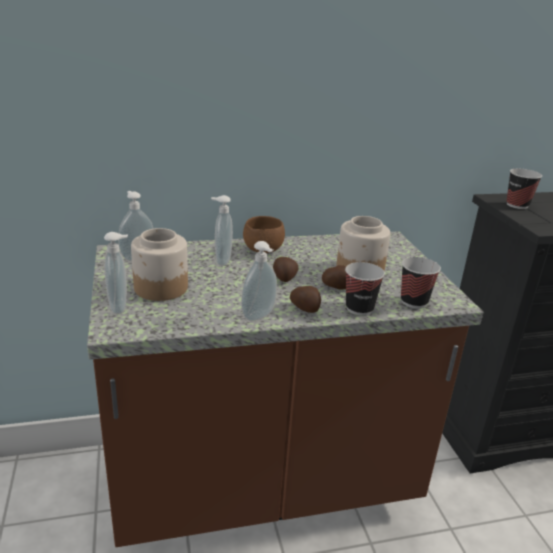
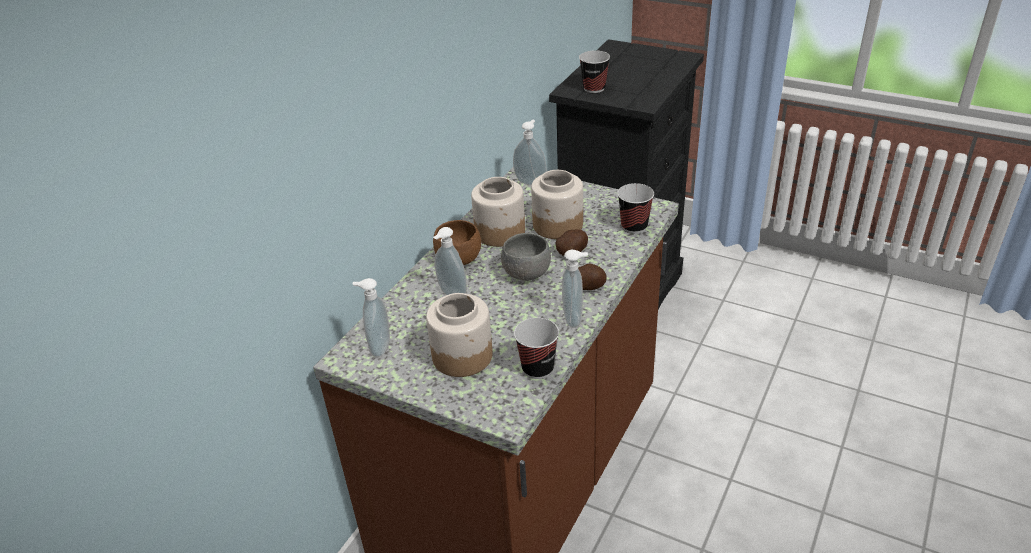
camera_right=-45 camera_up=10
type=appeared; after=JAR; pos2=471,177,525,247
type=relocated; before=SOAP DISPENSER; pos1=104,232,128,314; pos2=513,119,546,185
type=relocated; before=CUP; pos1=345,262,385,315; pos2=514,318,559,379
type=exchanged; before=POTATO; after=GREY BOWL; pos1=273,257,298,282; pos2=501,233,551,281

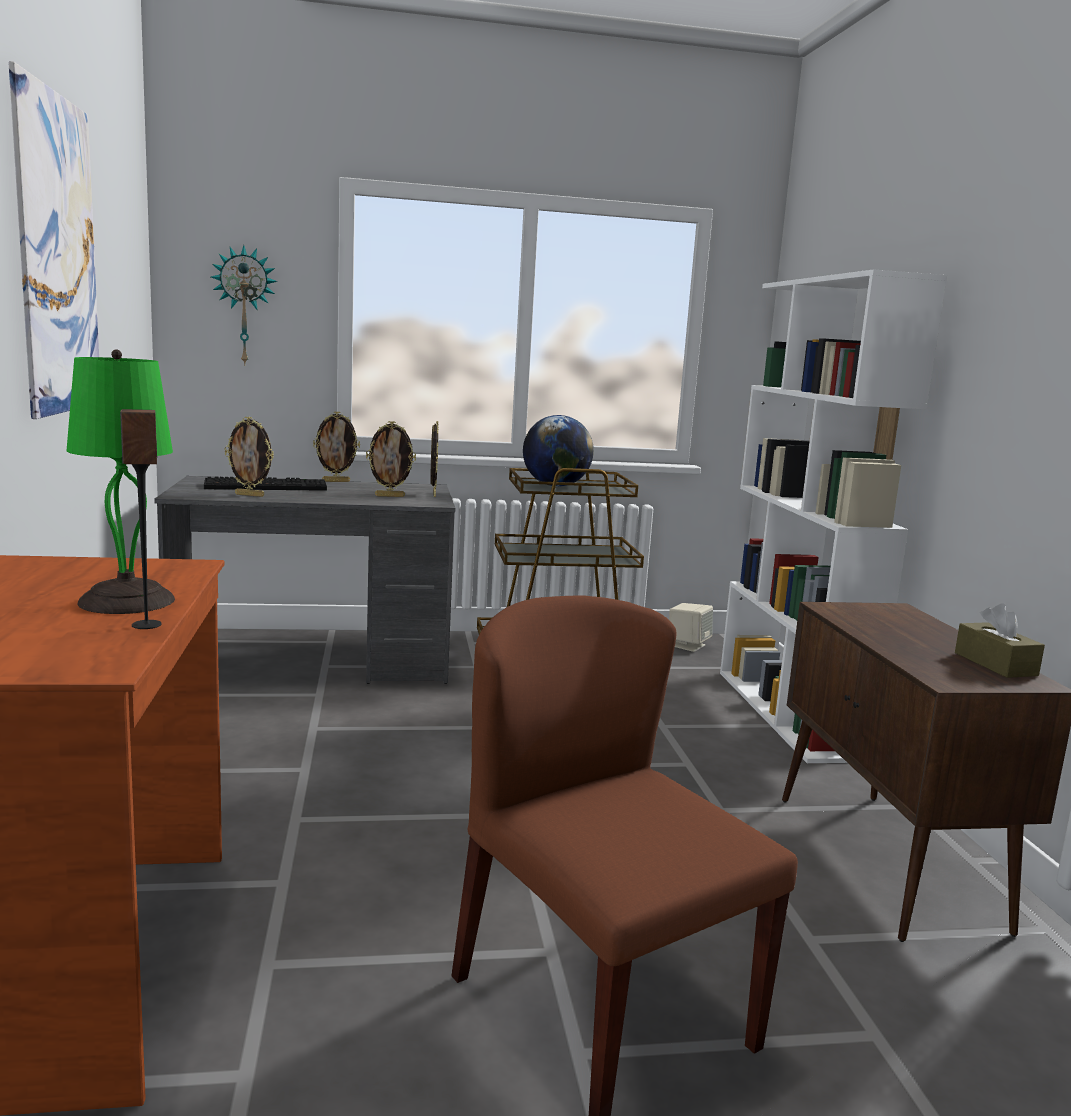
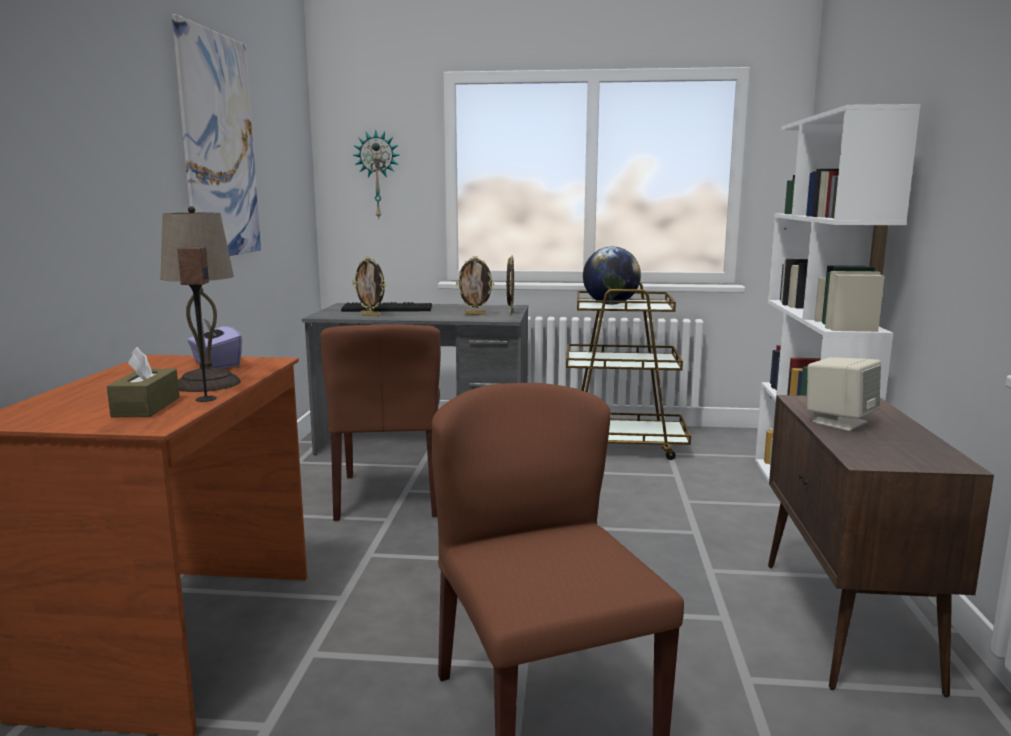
camera_right=15 camera_up=0
type=missing; before=PICTURE FRAME; pos1=313,412,360,482
type=appeared; after=PURPLE TISSUE BOX; pos2=187,318,242,368
type=appeared; after=BROWN CHAIR; pos2=320,324,441,521
type=relocated; before=BEIGE SPEAKER; pos1=669,603,713,652; pos2=807,357,881,431
type=relocated; before=BROWN TISSUE BOX; pos1=955,603,1045,678; pos2=107,347,180,417
type=colour; before=GREEN TABLE LAMP; after=BEIGE TABLE LAMP; pos1=66,349,175,614; pos2=160,206,241,392

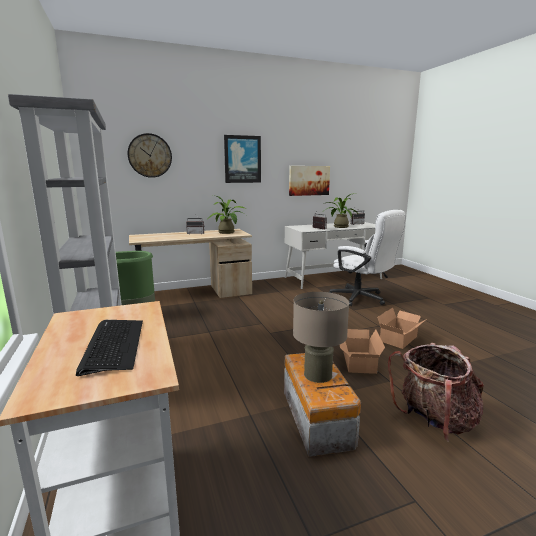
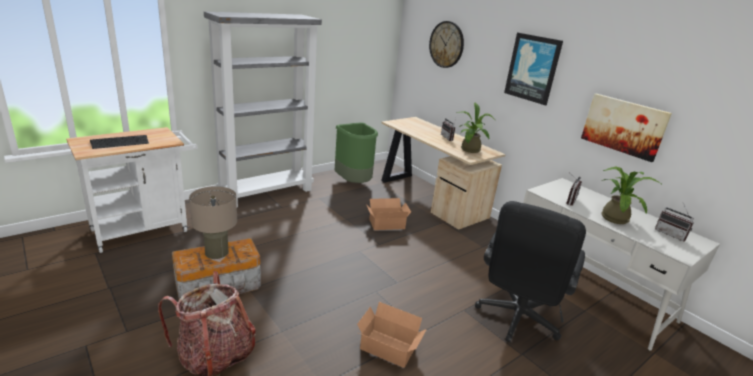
camera_right=70 camera_up=10
type=relocated; before=CARDBOARD BOX; pos1=340,329,385,374; pos2=366,198,411,230
type=colour; before=WHITE OFFICE CHAIR; after=BLACK OFFICE CHAIR; pos1=329,210,406,306; pos2=475,201,586,342

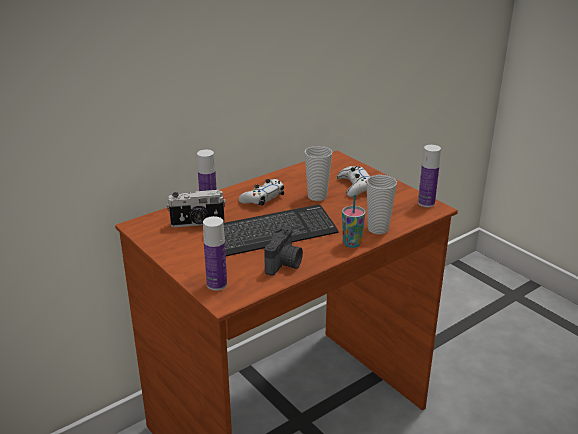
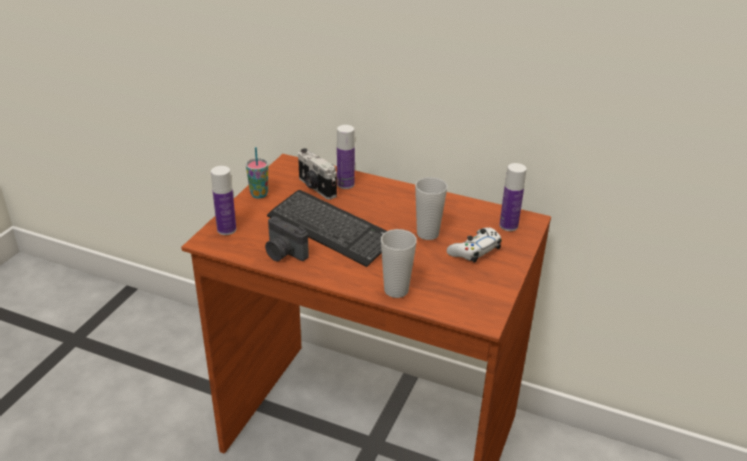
camera_right=60 camera_up=5
type=missing; before=WHITE GAME CONTROLLER; pos1=239,179,284,206
type=relocated; before=CUP; pos1=342,194,365,248; pos2=246,147,268,198
type=relocated; before=BOTTLE; pos1=418,145,441,207; pos2=499,163,527,231
type=spun; before=PHOTO CAMERA; pos1=264,227,303,276; pos2=265,217,309,261; turn=45

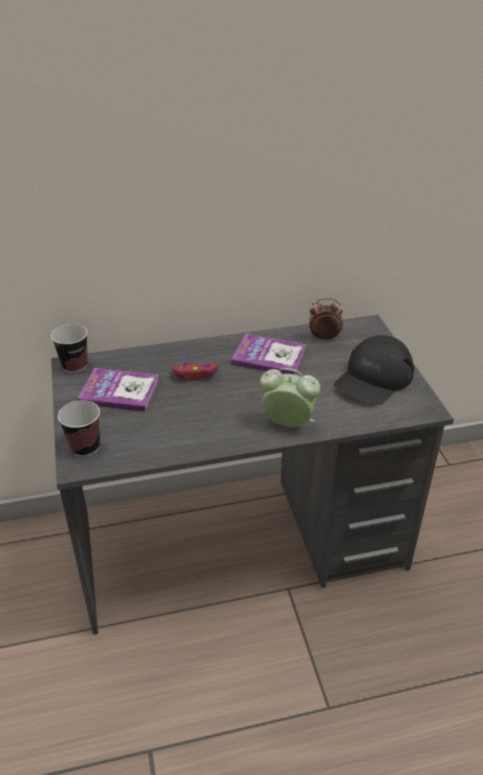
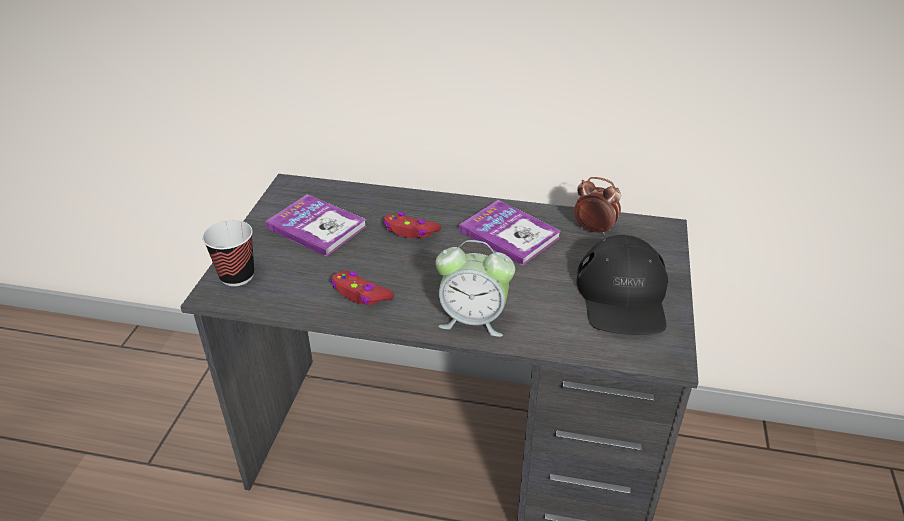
camera_right=25 camera_up=0
type=missing; before=CUP; pos1=51,324,88,373
type=appeared; after=RED GAME CONTROLLER; pos2=330,270,395,305
type=spun; before=ALARM CLOCK; pos1=260,368,320,427; pos2=435,240,515,337; turn=150
type=spun; before=BLACK CAP; pos1=334,335,414,405; pos2=576,235,668,335; turn=-60

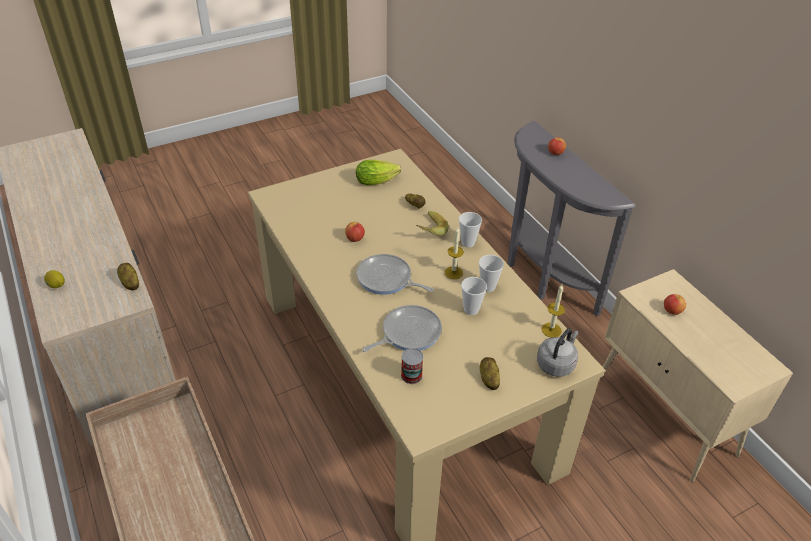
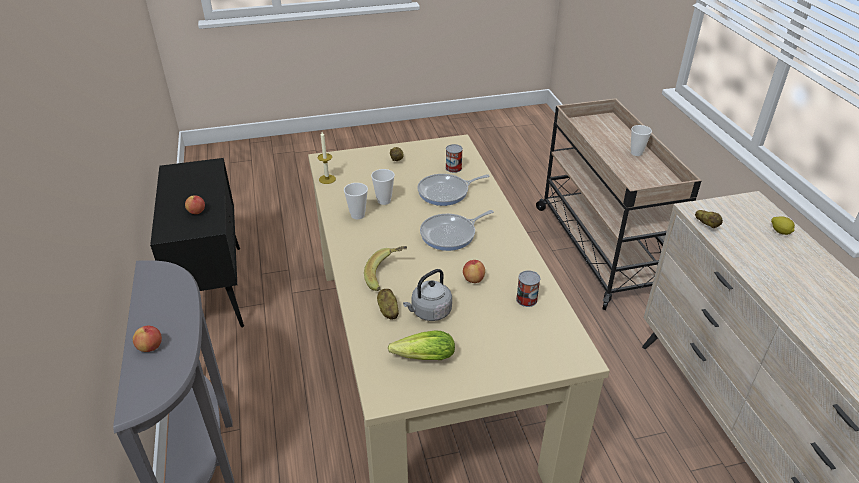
camera_right=-165 camera_up=-5
type=missing; before=CANDLE; pos1=445,227,464,279
type=appeared; after=CAN; pos2=516,270,540,307
type=relocated; before=CUP; pos1=459,212,482,248; pos2=631,125,652,156
type=relocated; before=GREY KETTLE; pos1=537,328,579,377; pos2=403,269,452,321
type=colour; before=BEIGE CABINET; after=BLACK CABINET; pos1=599,269,793,482; pos2=150,158,244,327
type=spun; before=FRYING PAN; pos1=356,254,434,295; pos2=420,210,494,251; turn=105

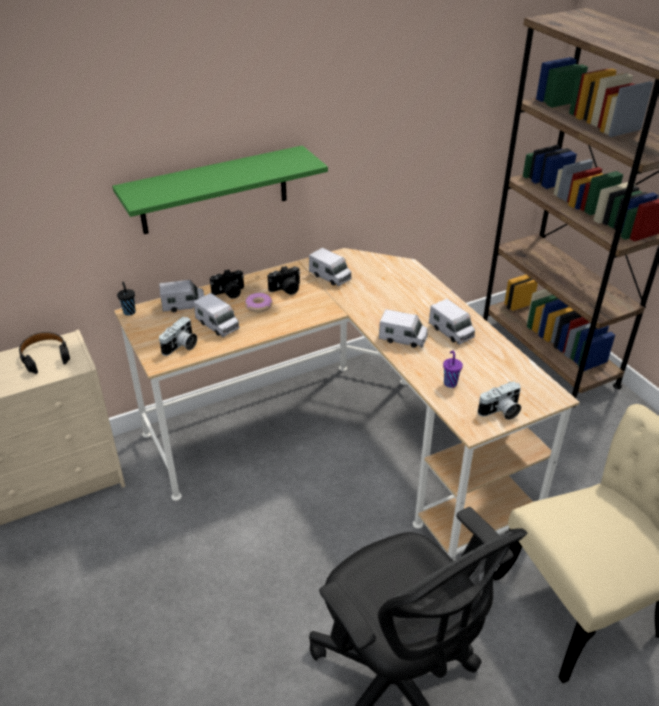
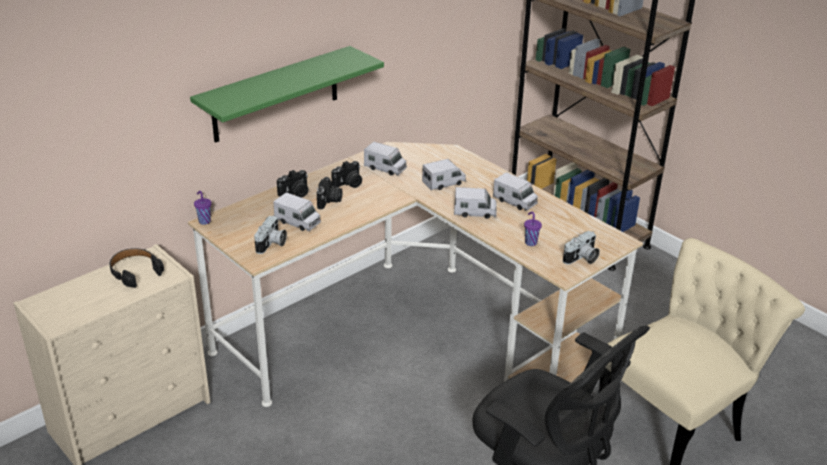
camera_right=-15 camera_up=-5
type=relocated; before=TOY TRUCK; pos1=159,280,205,313; pos2=422,159,466,191
type=exchanged; before=DONUT; after=PHOTO CAMERA; pos1=245,293,272,312; pos2=316,177,342,209
type=colour; before=BLACK CUP; after=PURPLE CUP; pos1=117,282,136,316; pos2=194,191,211,225

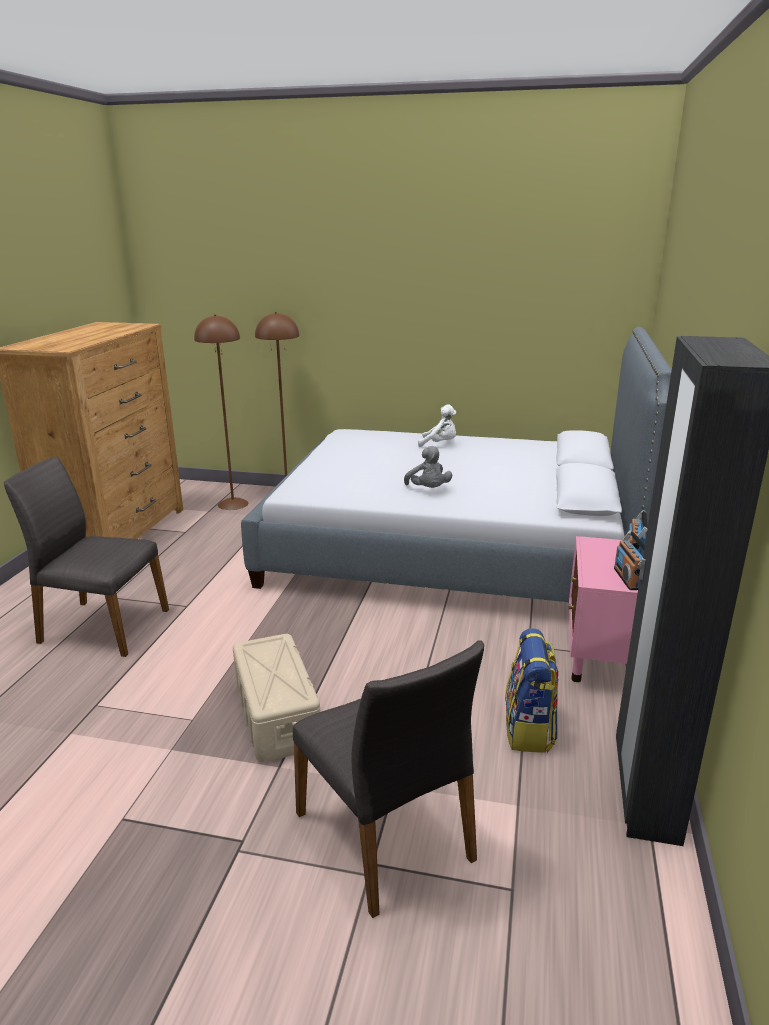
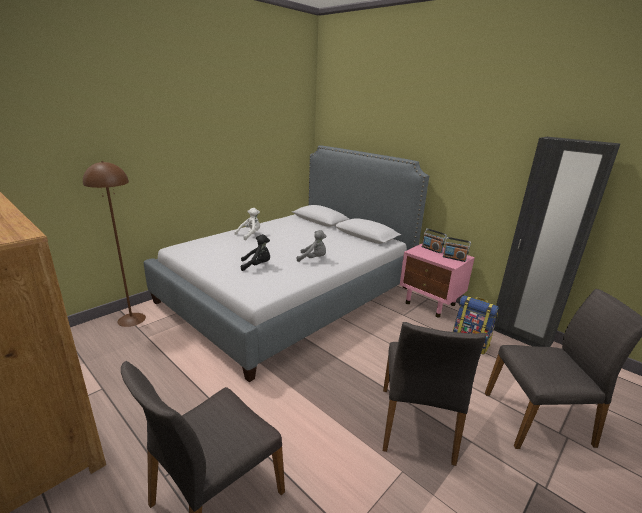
camera_right=-60 camera_up=0
type=missing; before=BROWN FLOOR LAMP; pos1=194,314,249,510
type=appeared; after=BLACK PLUSH TOY; pos2=241,234,270,271
type=exchanged; before=BEIGE STORAGE BOX; after=GREY CHAIR; pos1=233,634,320,762; pos2=383,322,486,466

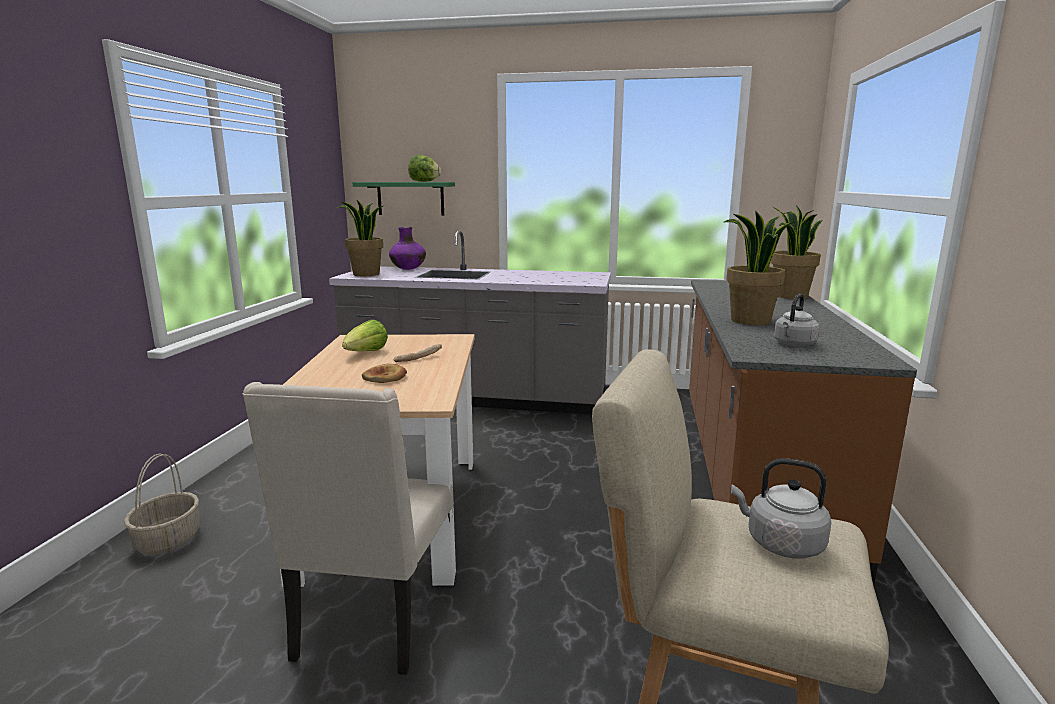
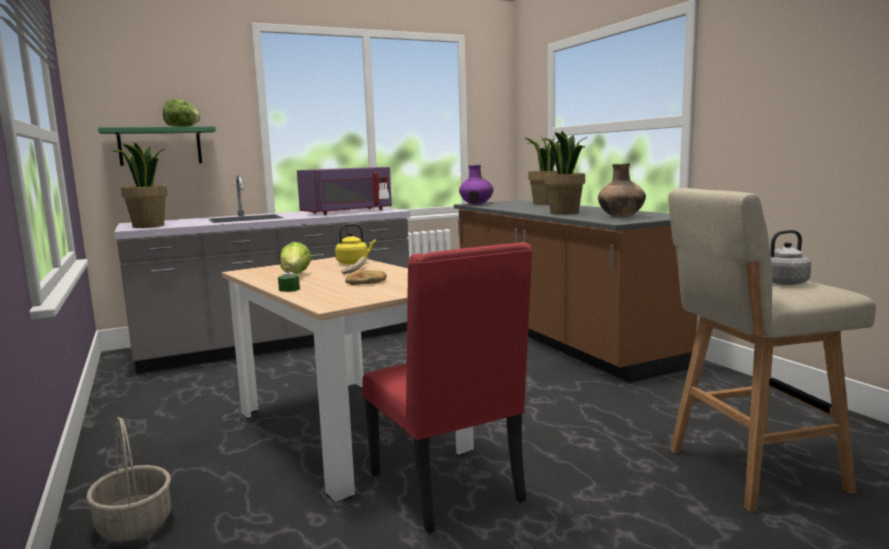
camera_right=-35 camera_up=-5
type=appeared; after=GREEN CANDLE; pos2=278,266,300,292
type=appeared; after=PURPLE MICROWAVE; pos2=297,167,392,215
type=appeared; after=YELLOW KETTLE; pos2=335,224,376,264
type=relocated; before=PURPLE VASE; pos1=389,227,426,270; pos2=459,165,494,205
type=exchanged; before=GREY KETTLE; after=BROWN VASE; pos1=774,294,819,347; pos2=598,163,646,217
type=colour; before=BEIGE CHAIR; after=RED CHAIR; pos1=243,382,454,675; pos2=362,242,533,533

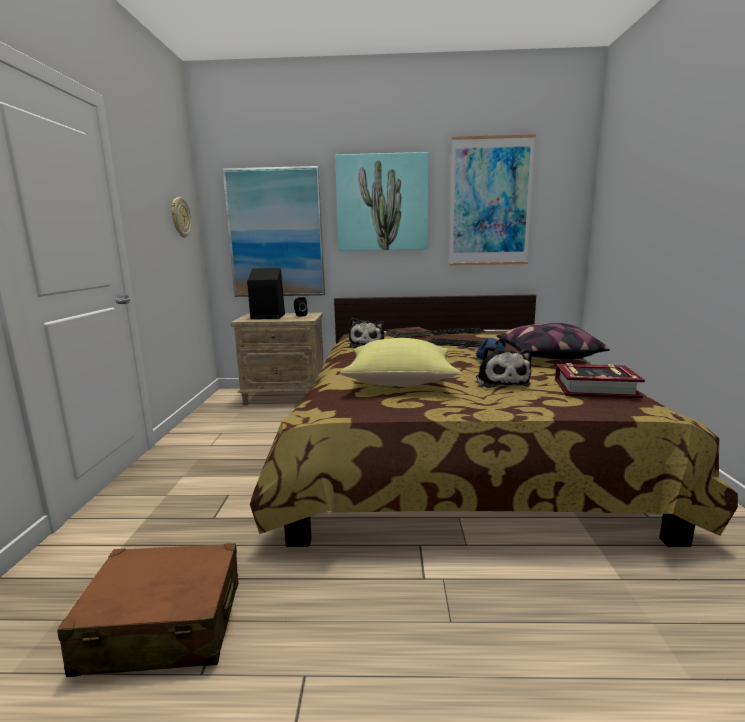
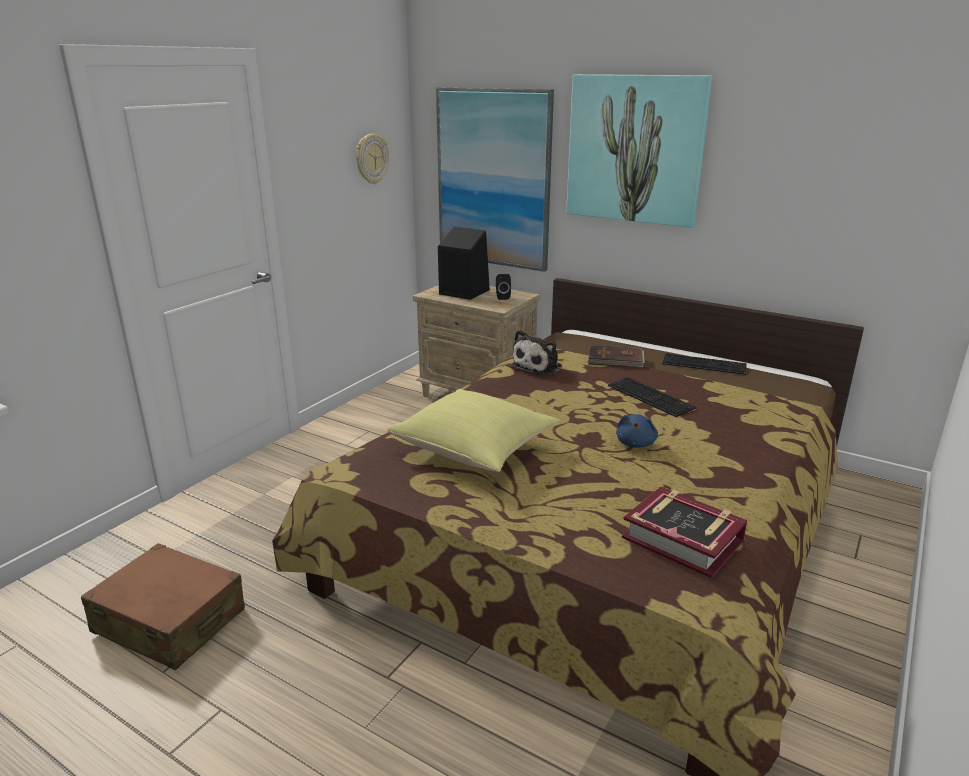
camera_right=30 camera_up=10
type=missing; before=PICTURE; pos1=449,134,536,266
type=missing; before=PLUSH TOY; pos1=476,346,532,388
type=missing; before=PILLOW; pos1=496,323,610,360

